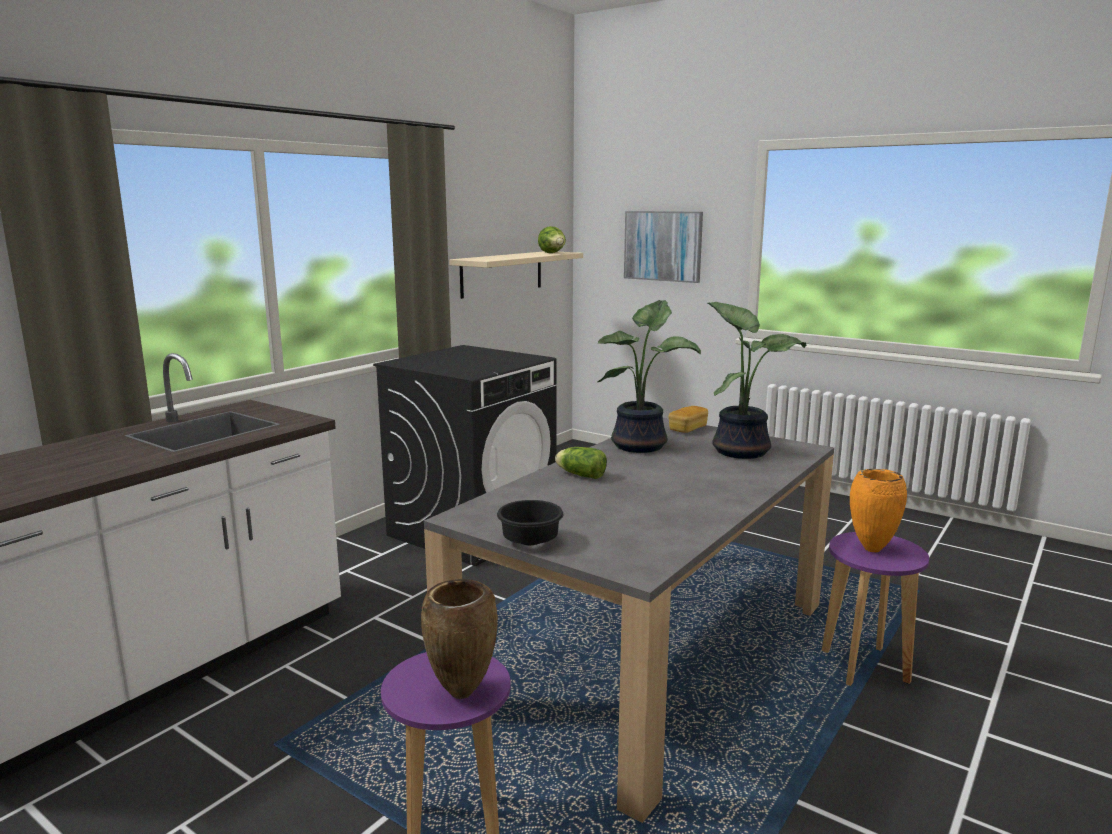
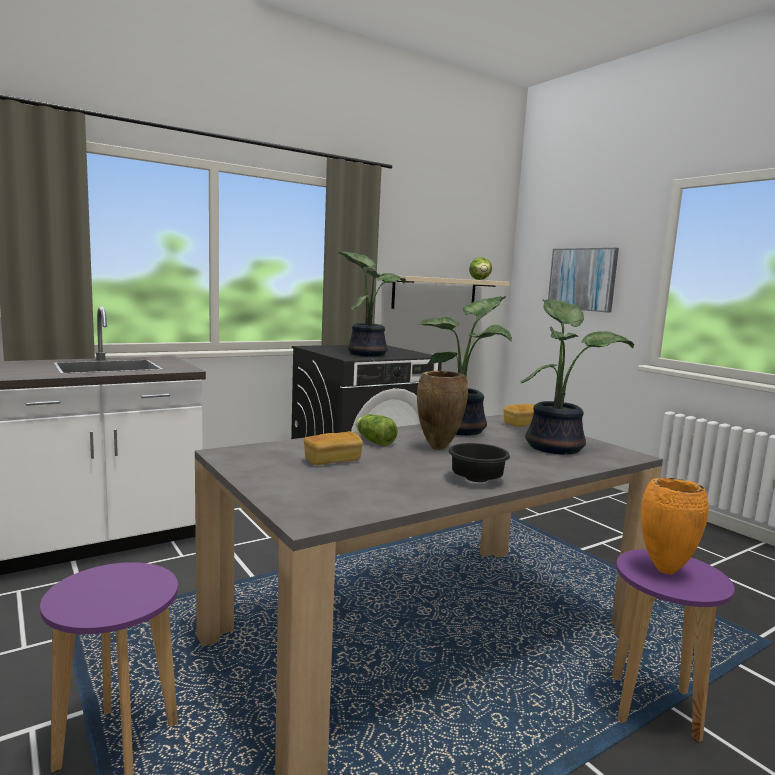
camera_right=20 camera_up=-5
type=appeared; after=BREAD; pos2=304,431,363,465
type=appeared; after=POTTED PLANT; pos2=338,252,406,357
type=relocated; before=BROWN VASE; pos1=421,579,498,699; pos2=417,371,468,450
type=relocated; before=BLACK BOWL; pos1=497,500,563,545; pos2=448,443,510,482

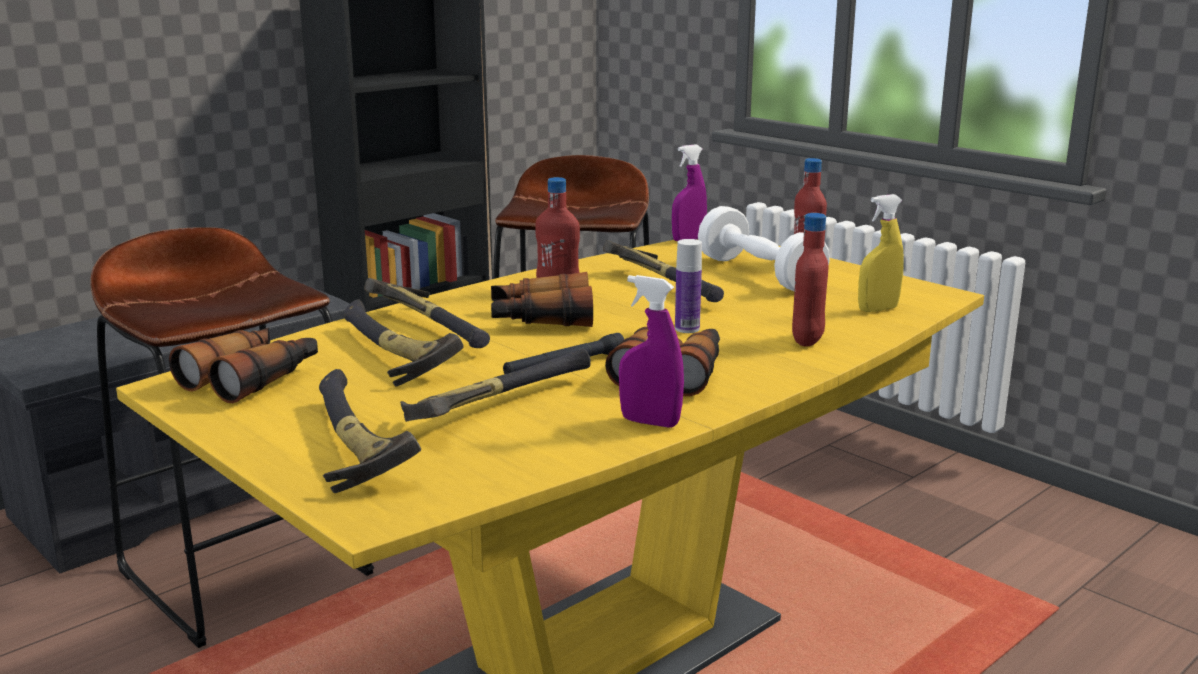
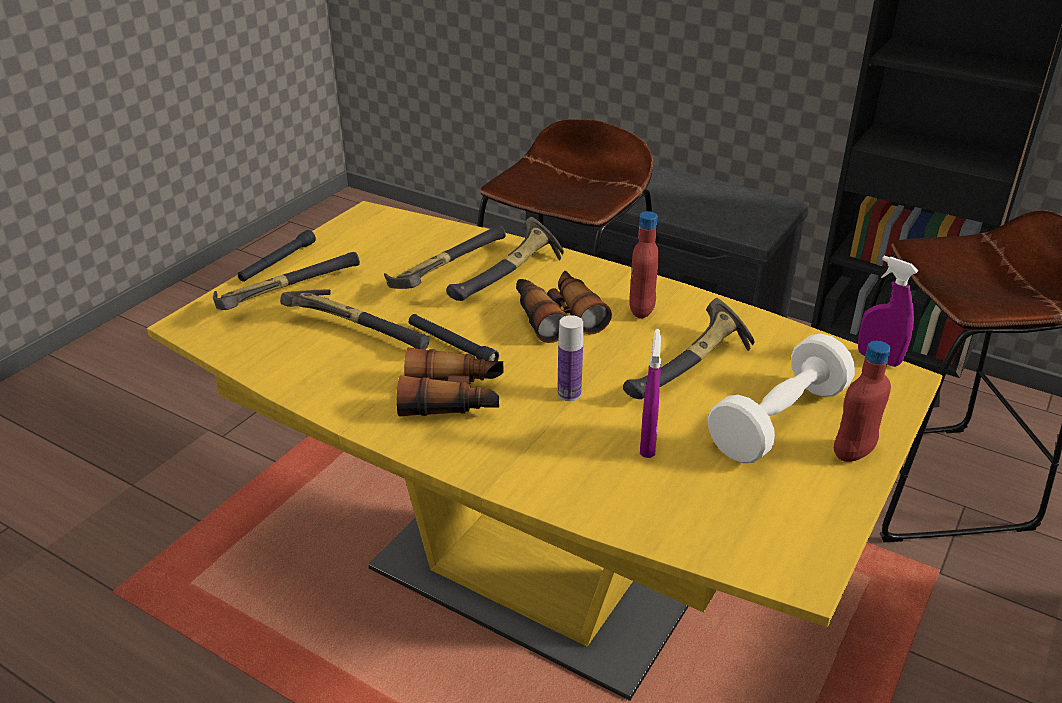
camera_right=75 camera_up=15
type=missing; before=BINOCULARS; pos1=169,327,318,403
type=missing; before=RED BOTTLE; pos1=792,213,828,347
type=missing; before=YELLOW SPRAY BOTTLE; pos1=858,194,904,312
type=appeared; after=BLACK FLASHLIGHT; pos2=238,230,316,282
type=relocated; before=PURPLE SPRAY BOTTLE; pos1=619,275,684,428; pos2=640,329,661,458

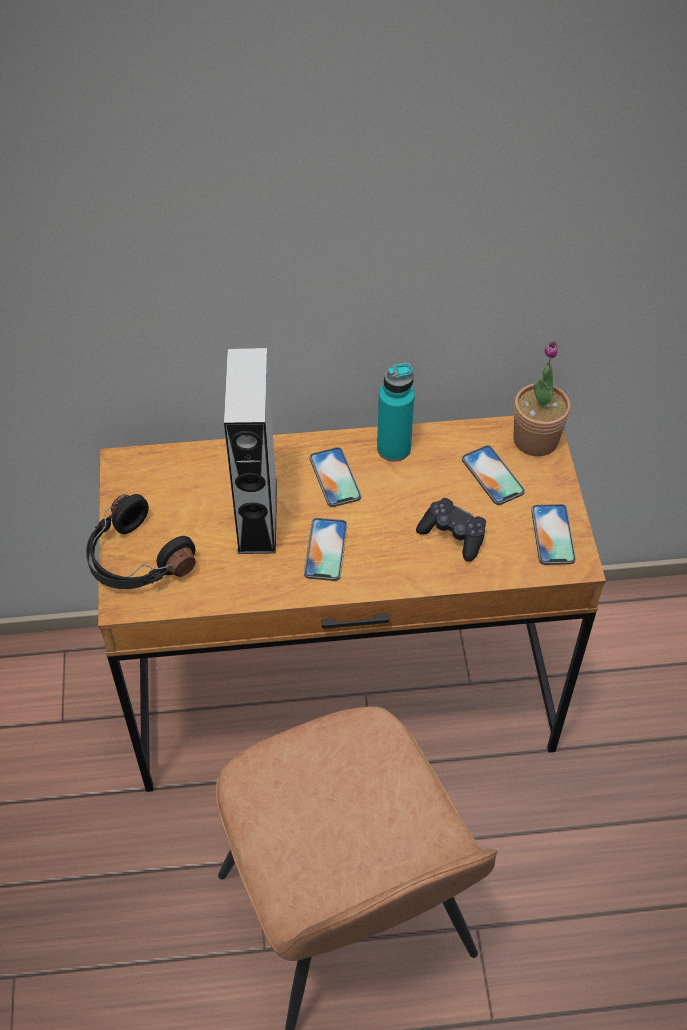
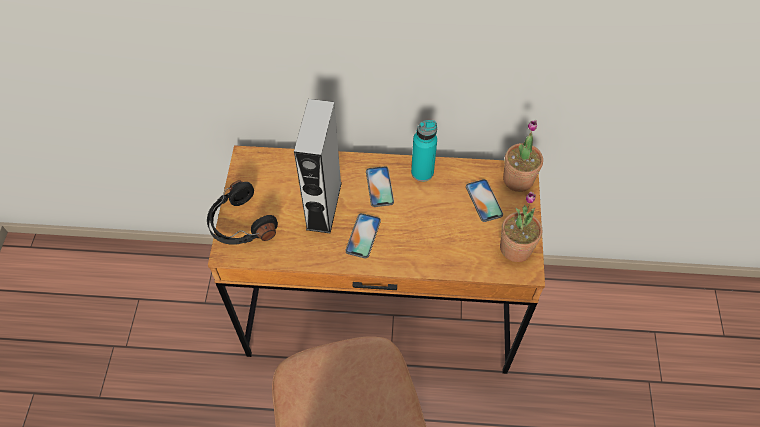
camera_right=10 camera_up=5
type=missing; before=BLACK GAME CONTROLLER; pos1=416,498,486,562
type=exchanged; before=PHONE; after=POTTED PLANT; pos1=531,504,576,565; pos2=500,192,542,262

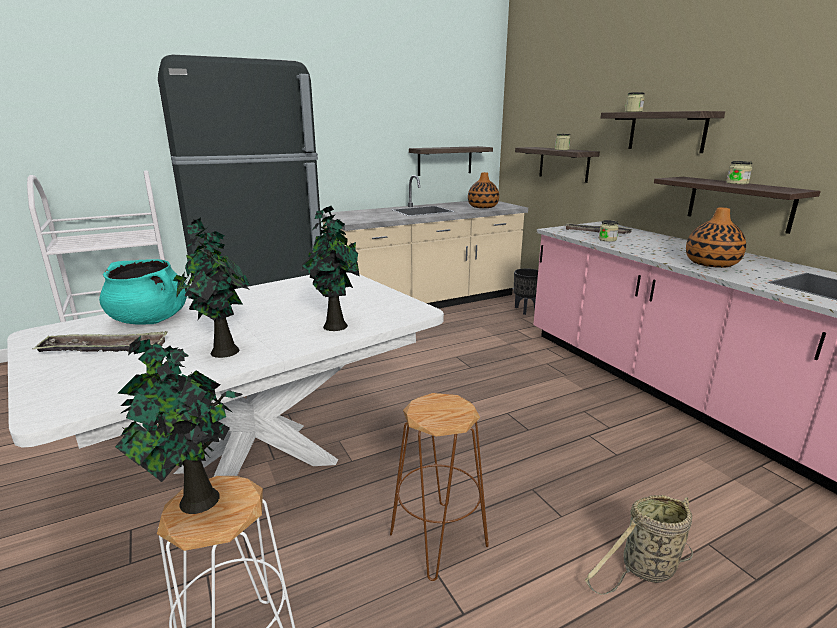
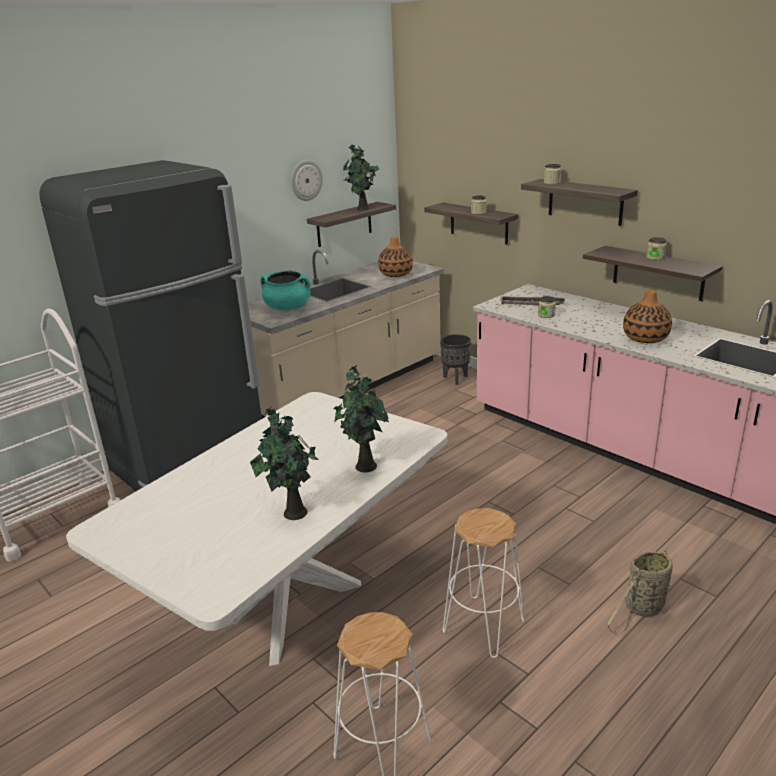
camera_right=-15 camera_up=5
type=missing; before=TRAY; pos1=32,331,168,352
type=appeared; after=WALL CLOCK; pos2=291,160,323,201
type=relocated; before=TURQUOISE COOKING POT; pos1=99,259,187,325; pos2=260,270,311,310
type=relocated; before=POTTED PLANT; pos1=115,336,243,514; pos2=343,144,379,211
type=colour; before=BROWN STOOL; after=WHITE STOOL; pos1=390,393,488,581; pos2=443,508,525,658

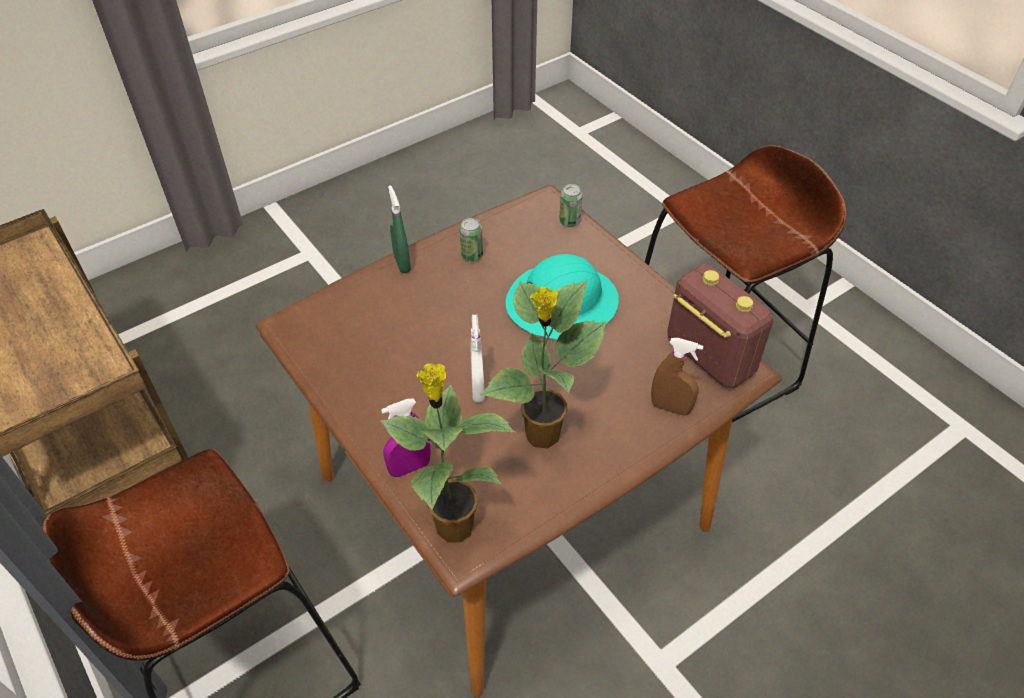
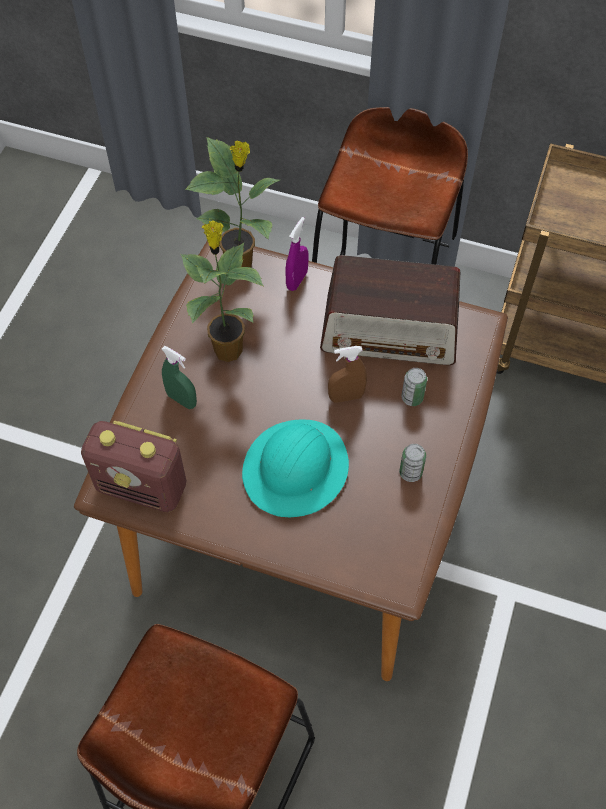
camera_right=145 camera_up=10
type=missing; before=WHITE SPRAY BOTTLE; pos1=470,315,485,403
type=appeared; after=RADIO; pos2=320,255,460,365
type=relocated; before=GREEN SPRAY BOTTLE; pos1=388,185,411,273; pos2=162,346,197,409
type=relocated; before=CAN; pos1=559,184,583,227; pos2=402,368,427,406
type=relocated; before=BROWN SPRAY BOTTLE; pos1=651,338,704,416; pos2=328,346,367,403

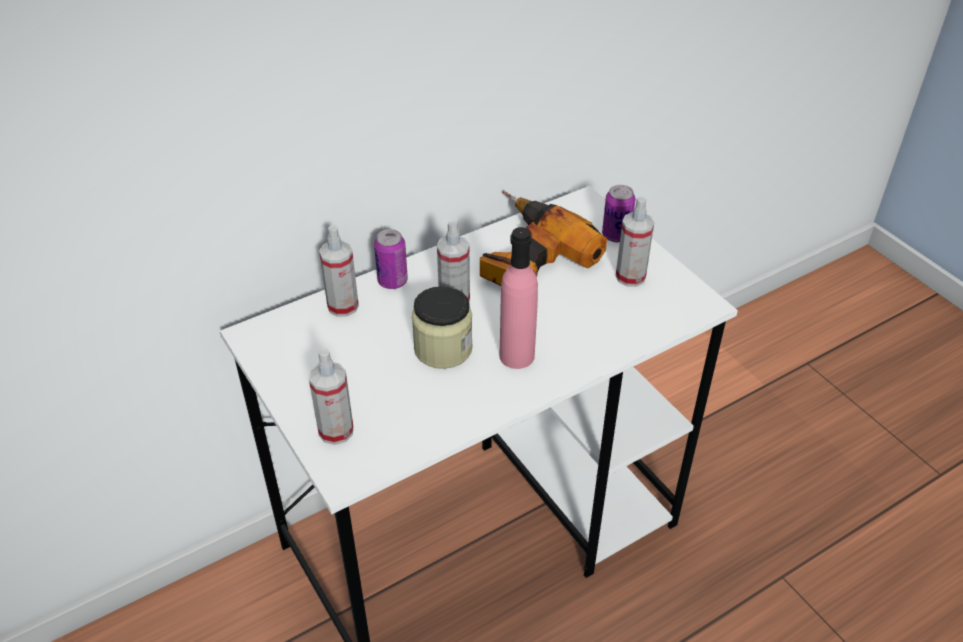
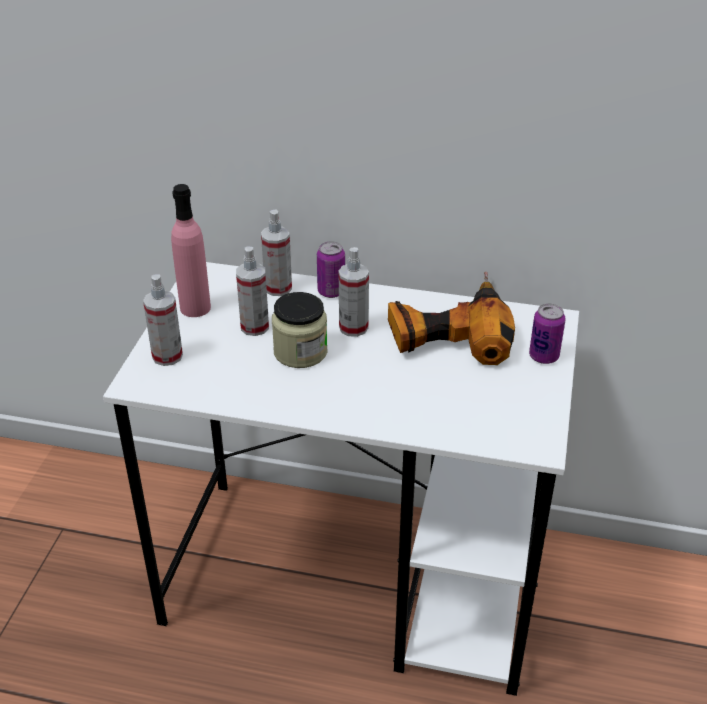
camera_right=45 camera_up=-5
type=relocated; before=PINK BOTTLE; pos1=499,227,538,369; pos2=171,184,211,317
type=relocated; before=SPRAY BOTTLE; pos1=616,197,654,287; pos2=236,247,269,336

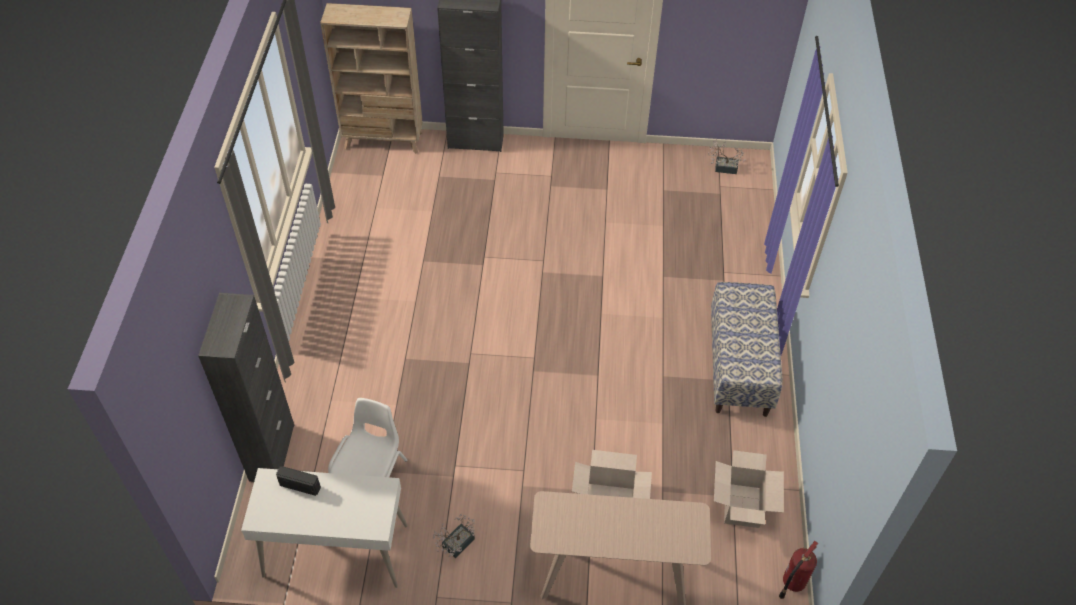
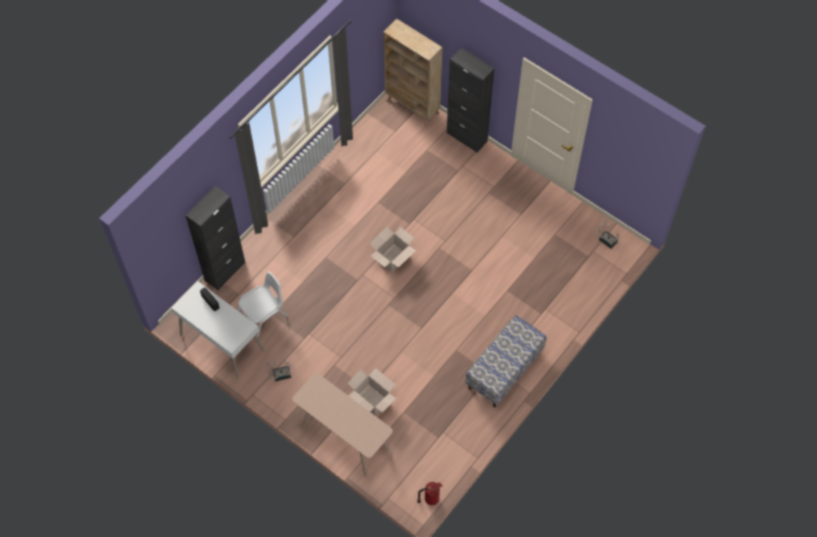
camera_right=35 camera_up=10
type=relocated; before=CARDBOARD BOX; pos1=714,450,784,528; pos2=370,227,416,272

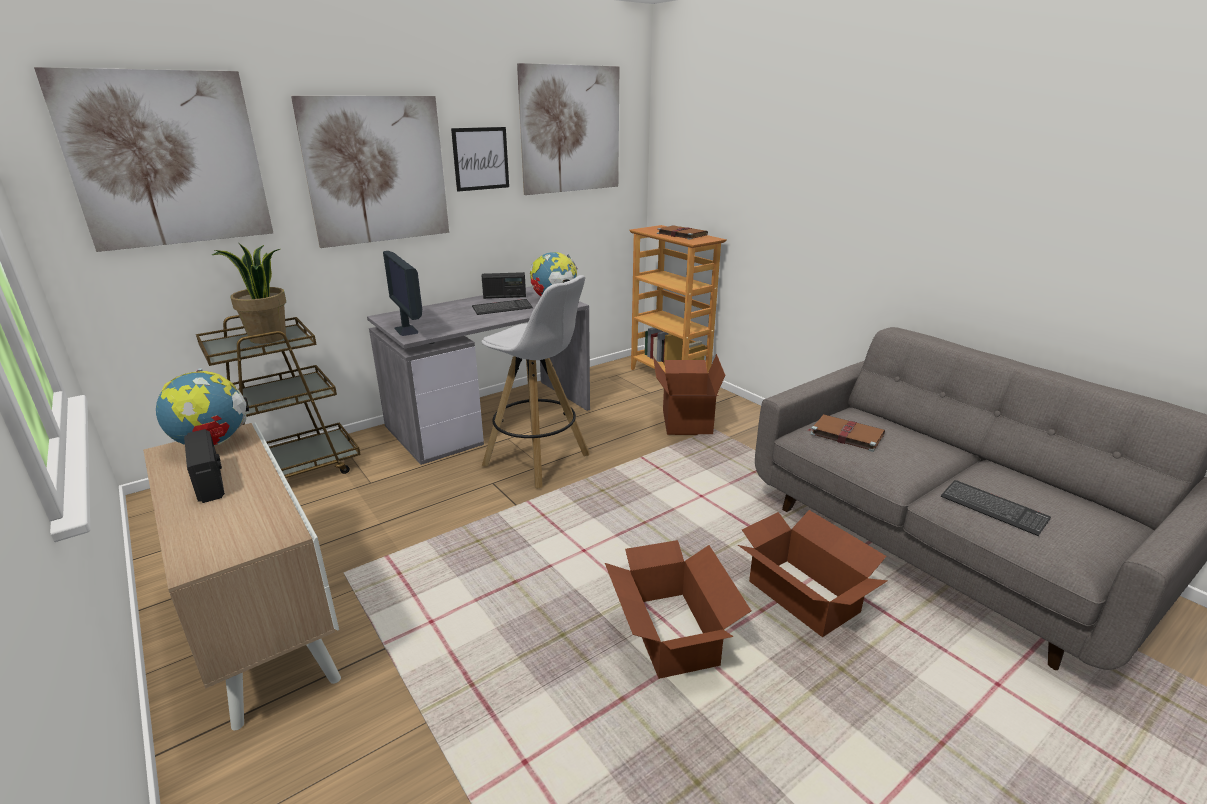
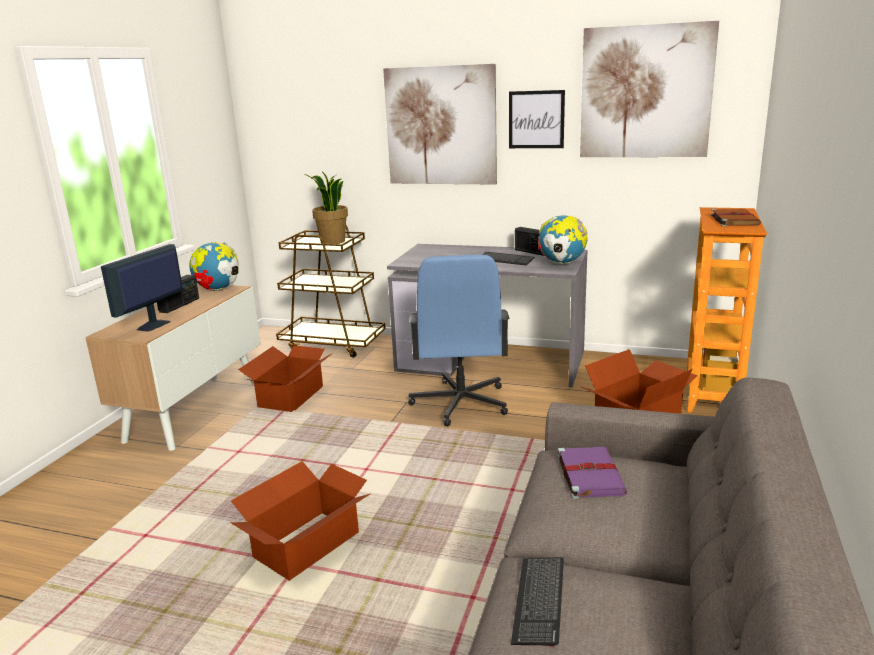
camera_right=55 camera_up=-5
type=missing; before=PICTURE; pos1=34,67,273,252
type=relocated; before=MONITOR; pos1=383,251,422,336; pos2=101,244,183,332
type=relocated; before=CARDBOARD BOX; pos1=738,510,888,637; pos2=238,346,333,412
type=exchanged; before=WHITE STOOL; after=BLUE OFFICE CHAIR; pos1=481,275,590,489; pos2=408,255,510,427
type=colour; before=BROWN BOOK; after=PURPLE BOOK; pos1=808,414,885,452; pos2=557,447,628,499

